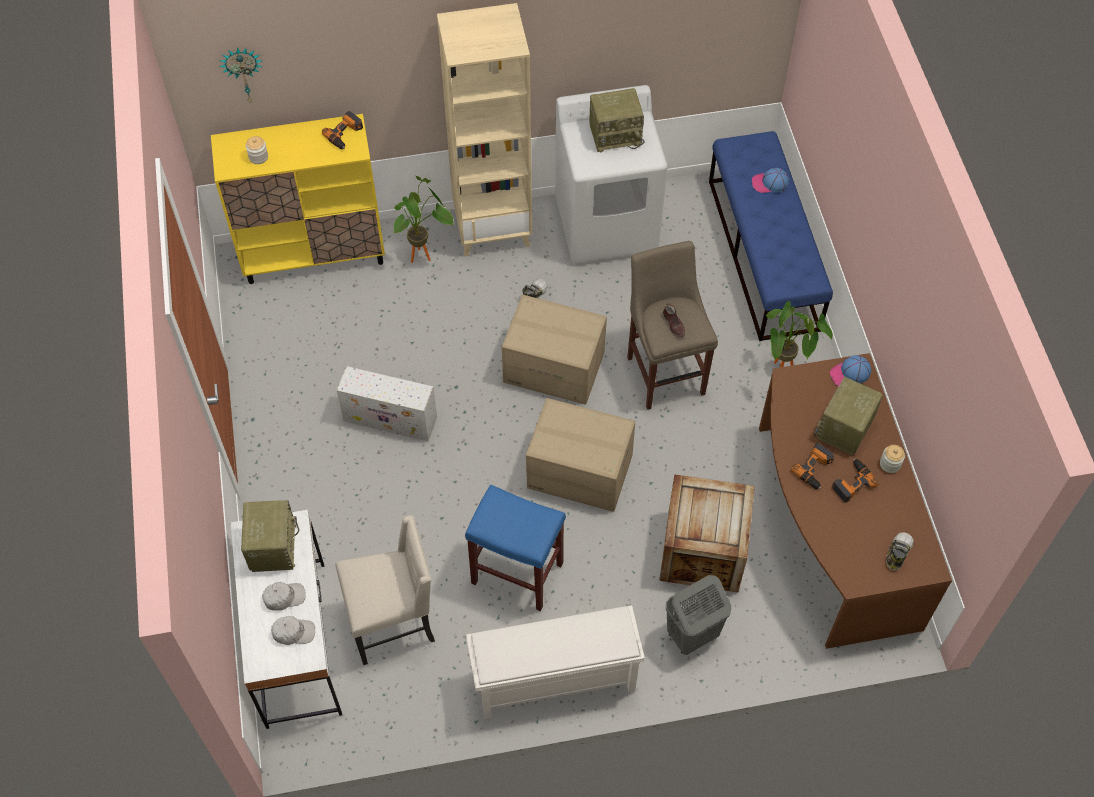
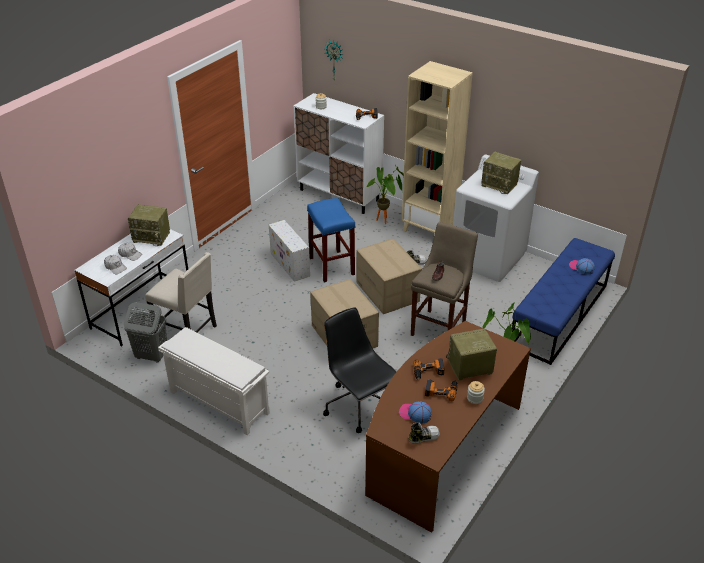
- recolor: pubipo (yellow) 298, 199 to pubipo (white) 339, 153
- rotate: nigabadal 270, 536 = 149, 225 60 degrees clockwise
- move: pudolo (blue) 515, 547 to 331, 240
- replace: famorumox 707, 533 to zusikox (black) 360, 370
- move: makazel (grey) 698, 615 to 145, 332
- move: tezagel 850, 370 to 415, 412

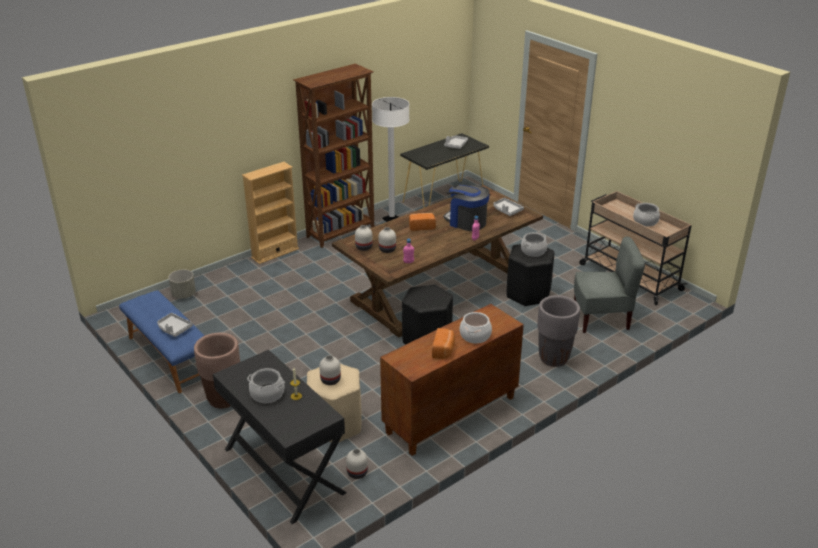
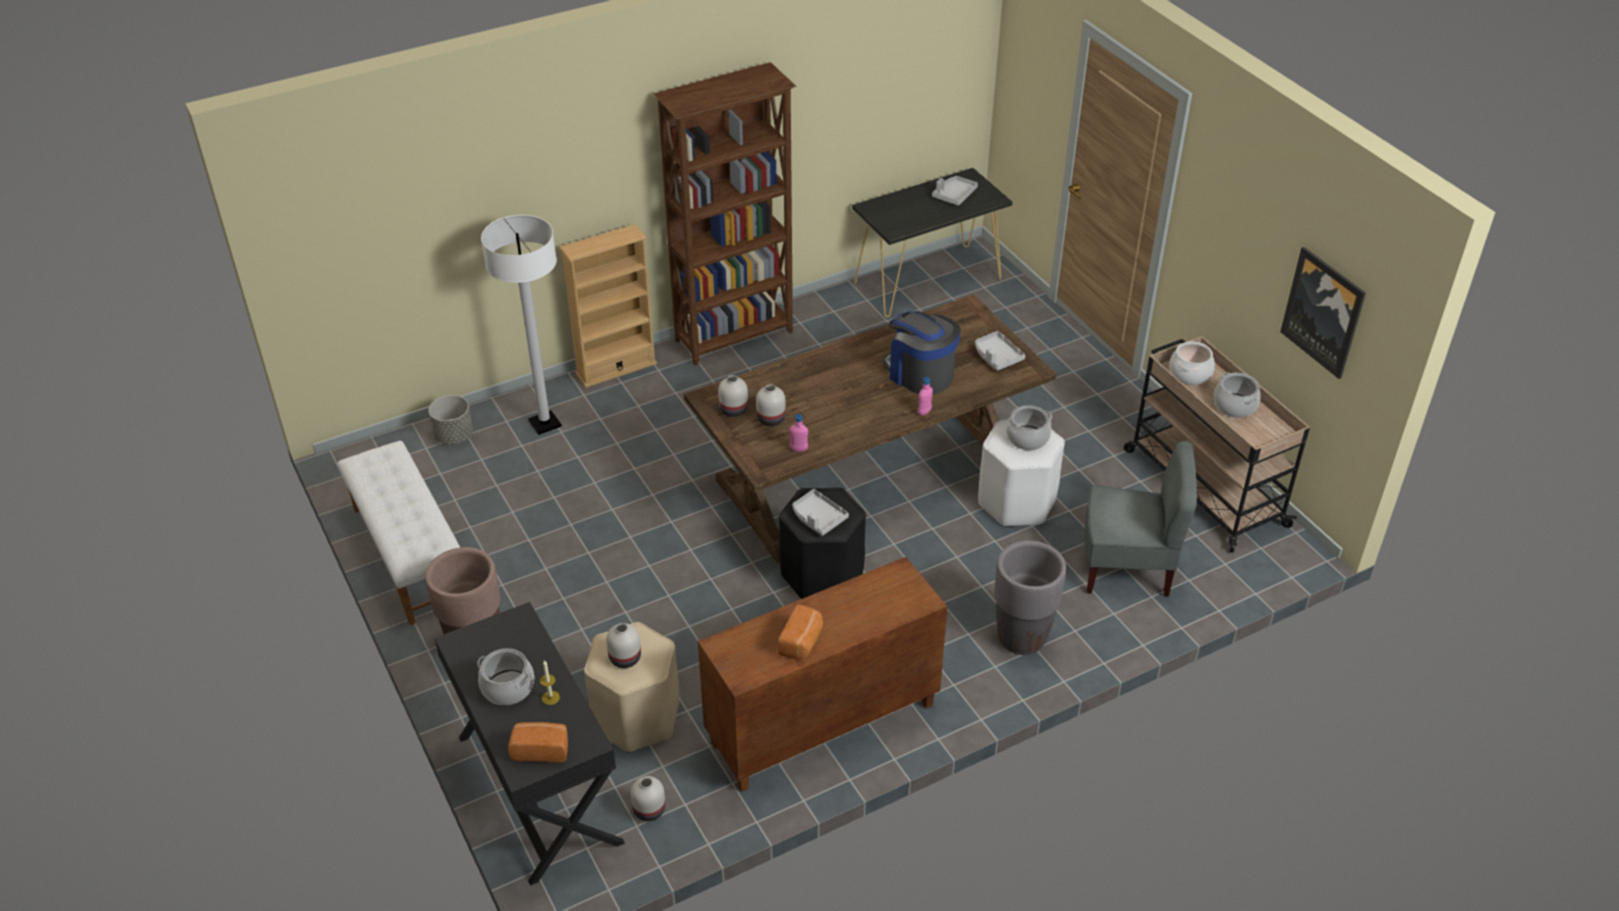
- recolor: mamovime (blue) 162, 341 to mamovime (white) 399, 533
- move: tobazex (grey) 175, 325 to 820, 512
- move: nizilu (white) 390, 159 to 521, 325
- move: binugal 422, 222 to 538, 742
- move: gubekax 476, 328 to 1192, 363
- recolor: pudolo (black) 530, 275 to pudolo (white) 1021, 473
- insert: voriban 1323, 313

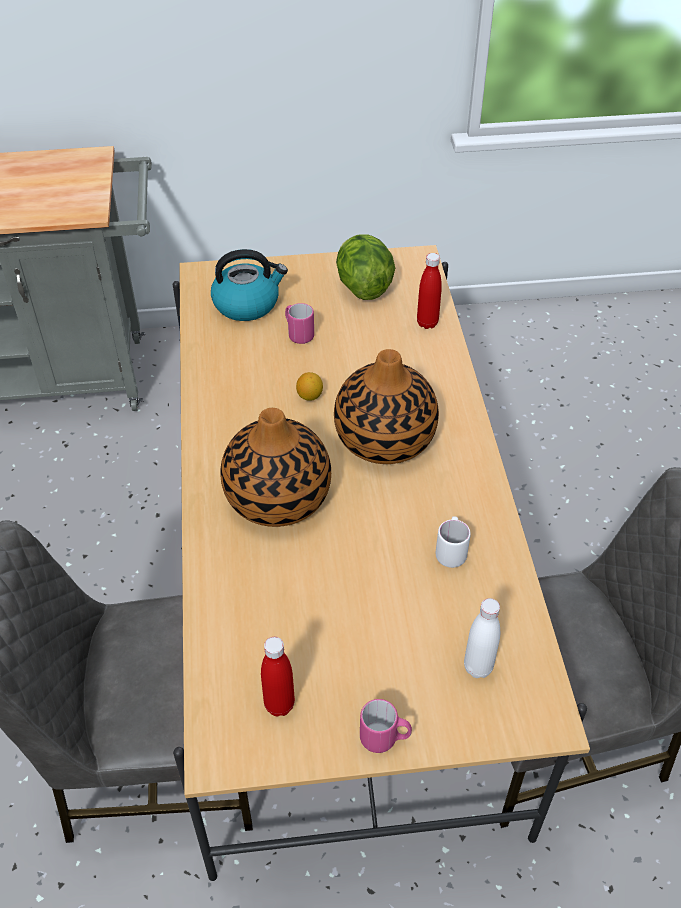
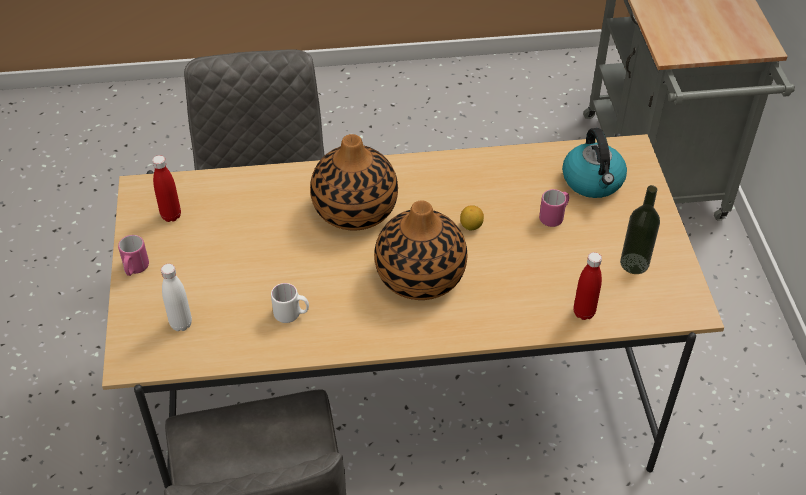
- replace: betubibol 365, 267 to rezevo 640, 229

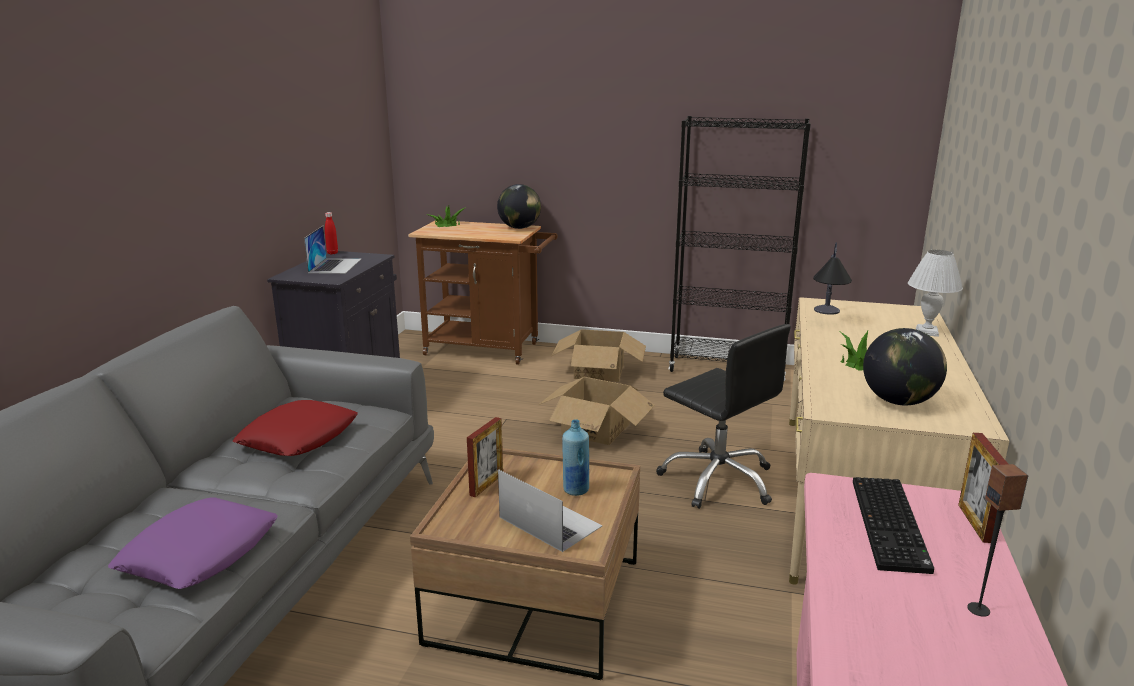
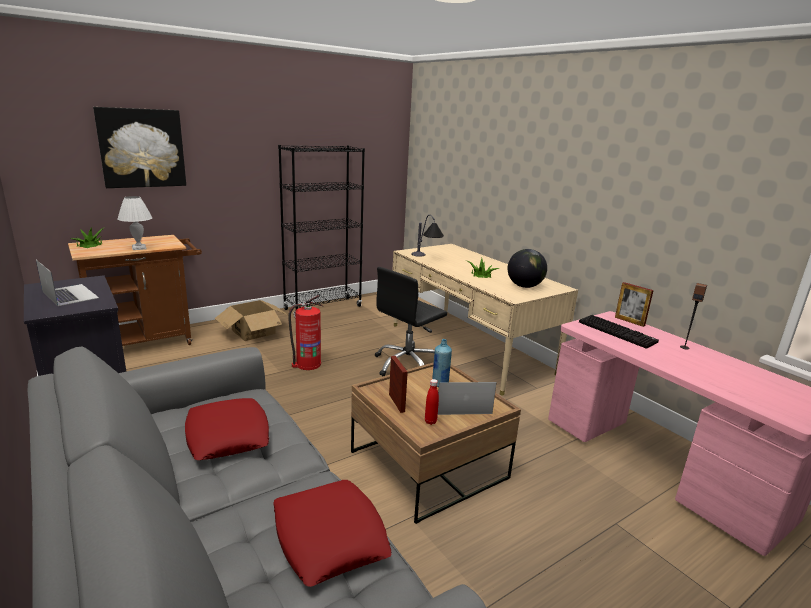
- recolor: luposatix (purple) 193, 543 to luposatix (red) 332, 533
- move: rezevo (red) 331, 233 to 432, 402
- delete: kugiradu 519, 206
- replace: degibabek 596, 411 to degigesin 305, 332
- rotate: zusikox (black) 723, 416 = 411, 321 135 degrees clockwise
- move: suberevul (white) 935, 293 to 135, 223
- insert: voriban 139, 147

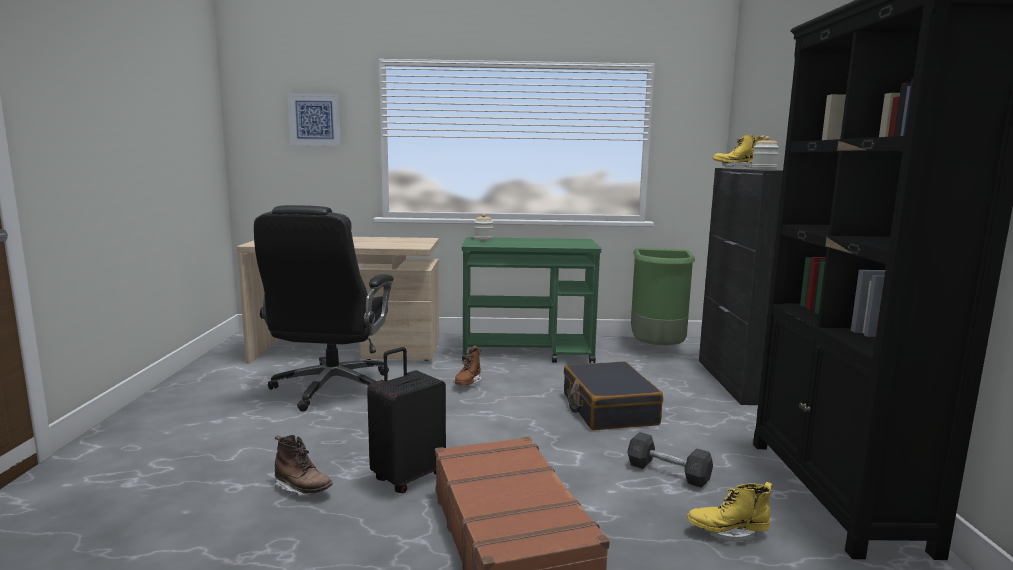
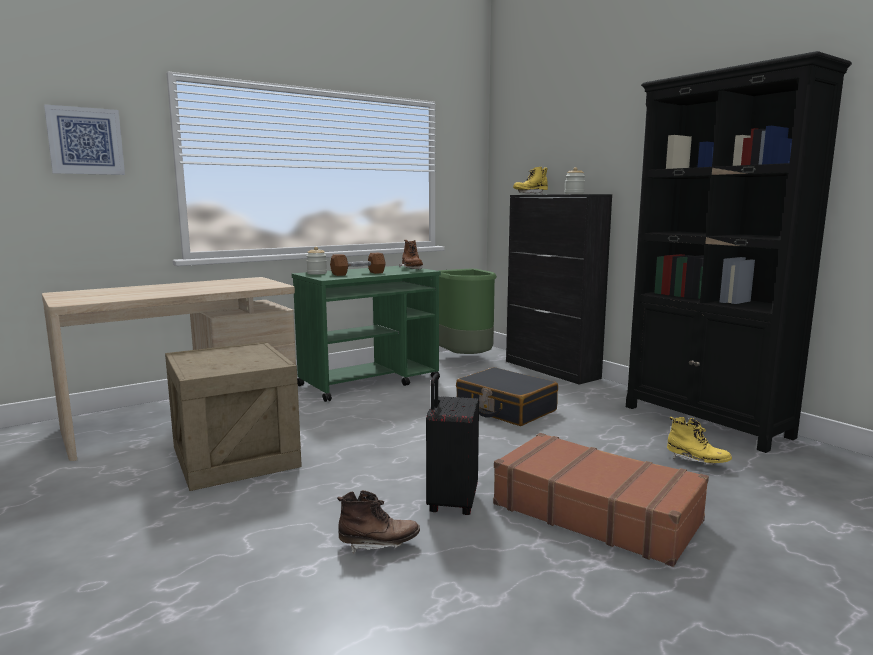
- replace: zusikox (black) 324, 308 to famorumox 233, 416
- move: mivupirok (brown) 467, 366 to 411, 254
- delete: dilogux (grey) 670, 460
- rotate: mivupirok (yellow) 730, 512 = 699, 441 105 degrees counterclockwise
- insert: dilogux (brown) 358, 264

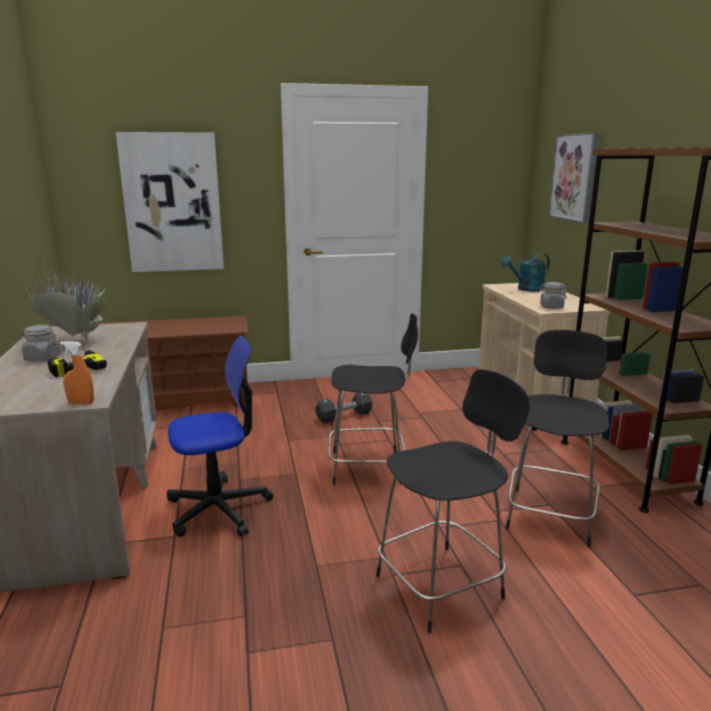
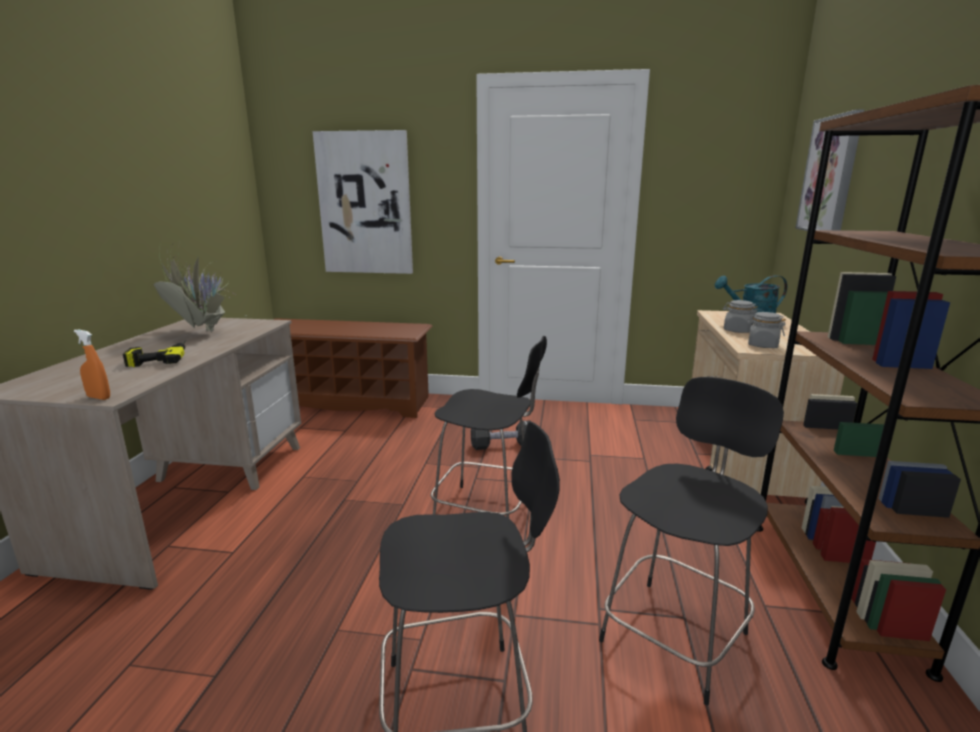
- move: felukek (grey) 41, 343 to 740, 316
- delete: zusikox 220, 436

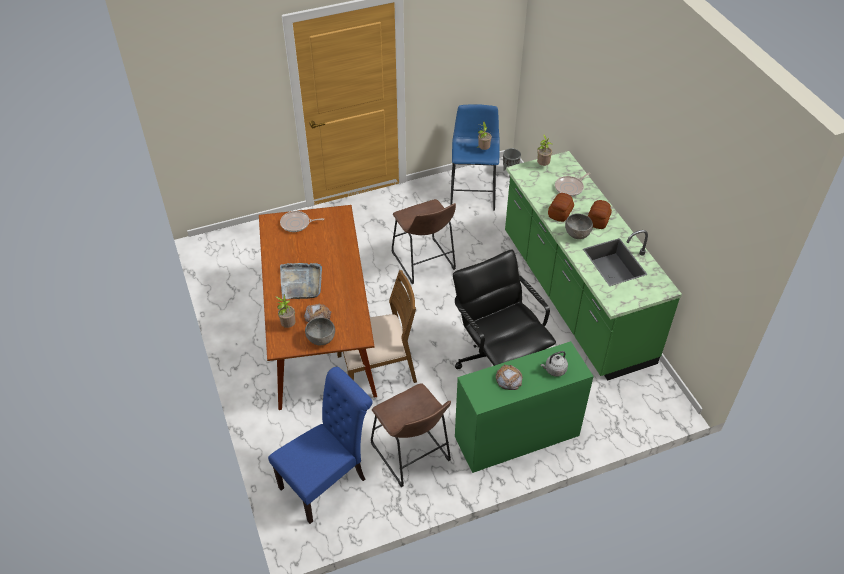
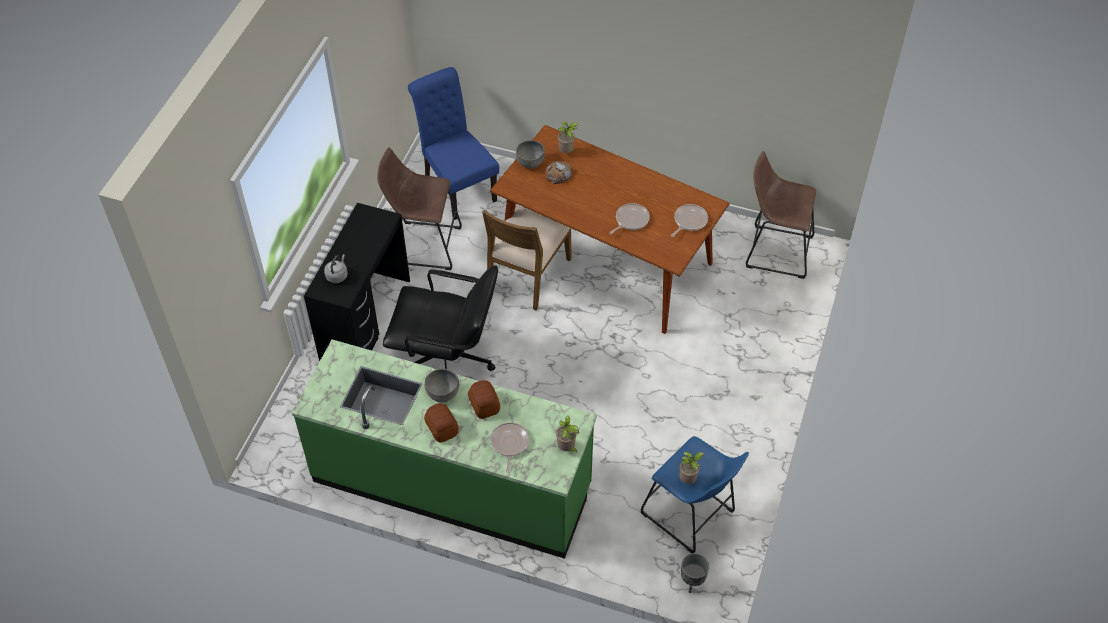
- rotate: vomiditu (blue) 320, 445 = 453, 143 150 degrees clockwise
- delete: tobazex (grey) 301, 281
- move: pudolo (brown) 424, 241 to 781, 215
- recolor: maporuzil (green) 524, 407 to maporuzil (black) 357, 282
- delete: binugal 509, 377
- insert: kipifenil 629, 218

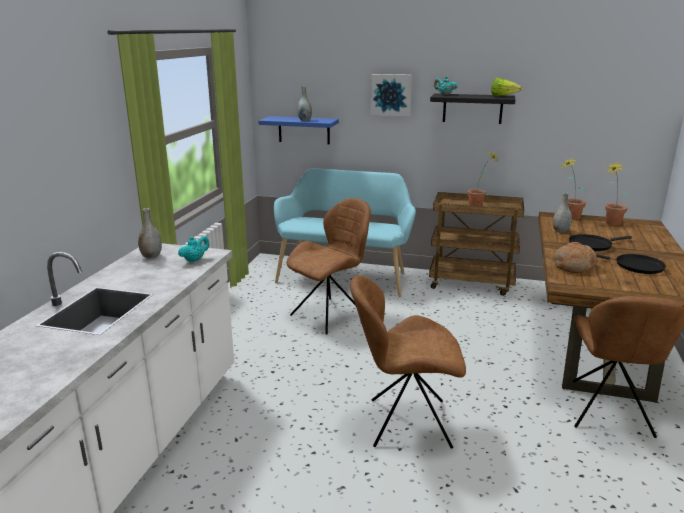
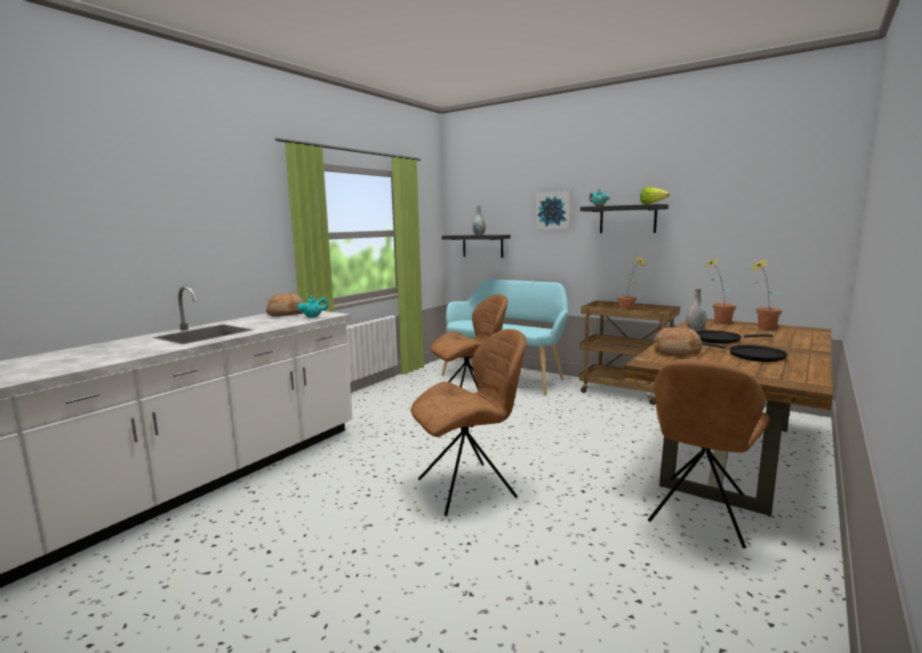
- replace: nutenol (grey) 150, 233 to binugal 285, 304
- recolor: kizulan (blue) 298, 130 to kizulan (black) 476, 246
- rotate: vomiditu (brown) 408, 362 = 469, 422 135 degrees clockwise

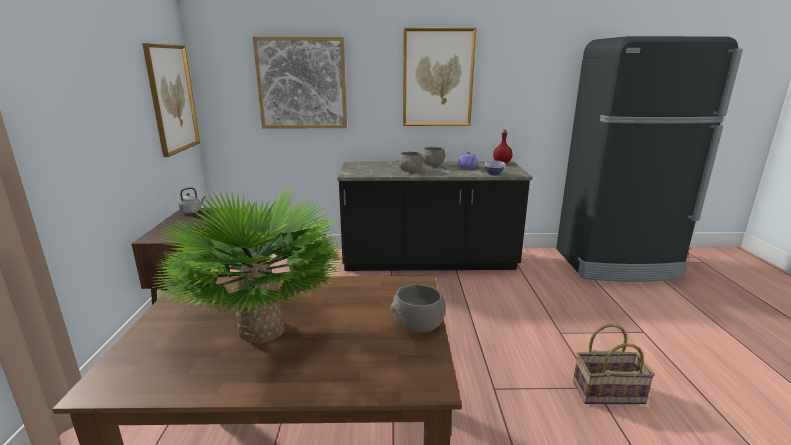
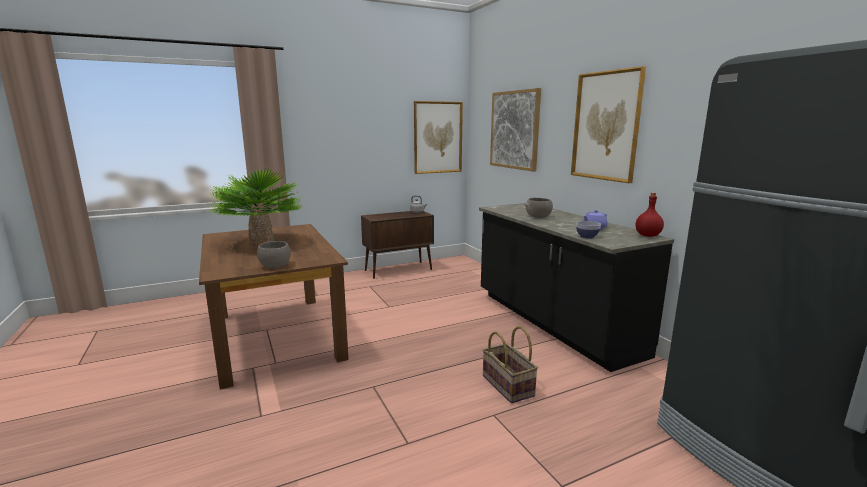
- delete: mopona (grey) 433, 156
- move: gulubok 614, 364 to 510, 364

